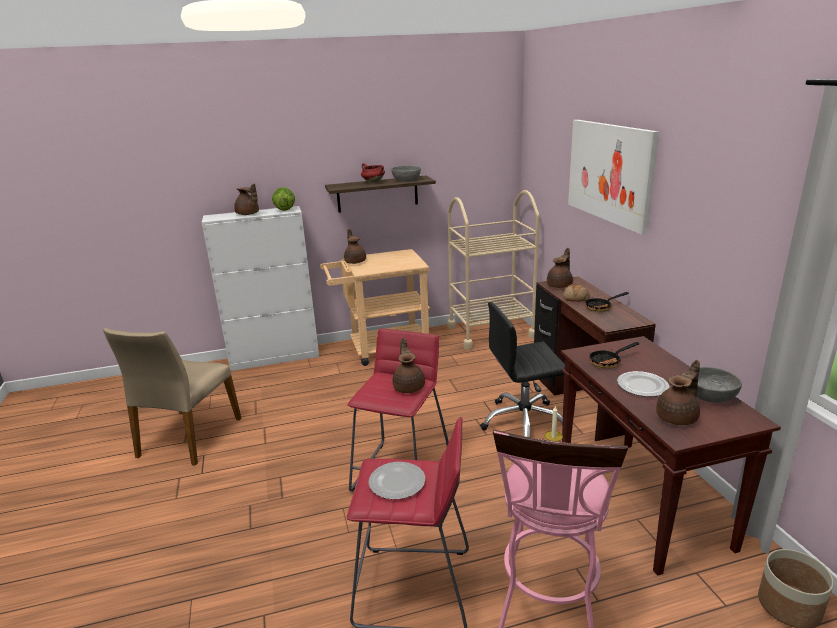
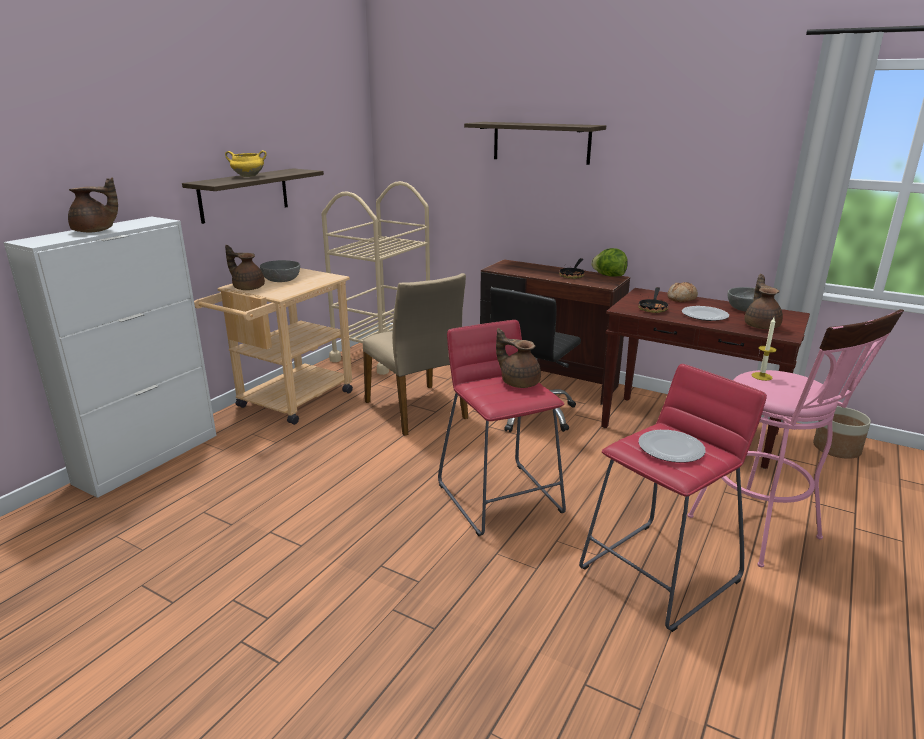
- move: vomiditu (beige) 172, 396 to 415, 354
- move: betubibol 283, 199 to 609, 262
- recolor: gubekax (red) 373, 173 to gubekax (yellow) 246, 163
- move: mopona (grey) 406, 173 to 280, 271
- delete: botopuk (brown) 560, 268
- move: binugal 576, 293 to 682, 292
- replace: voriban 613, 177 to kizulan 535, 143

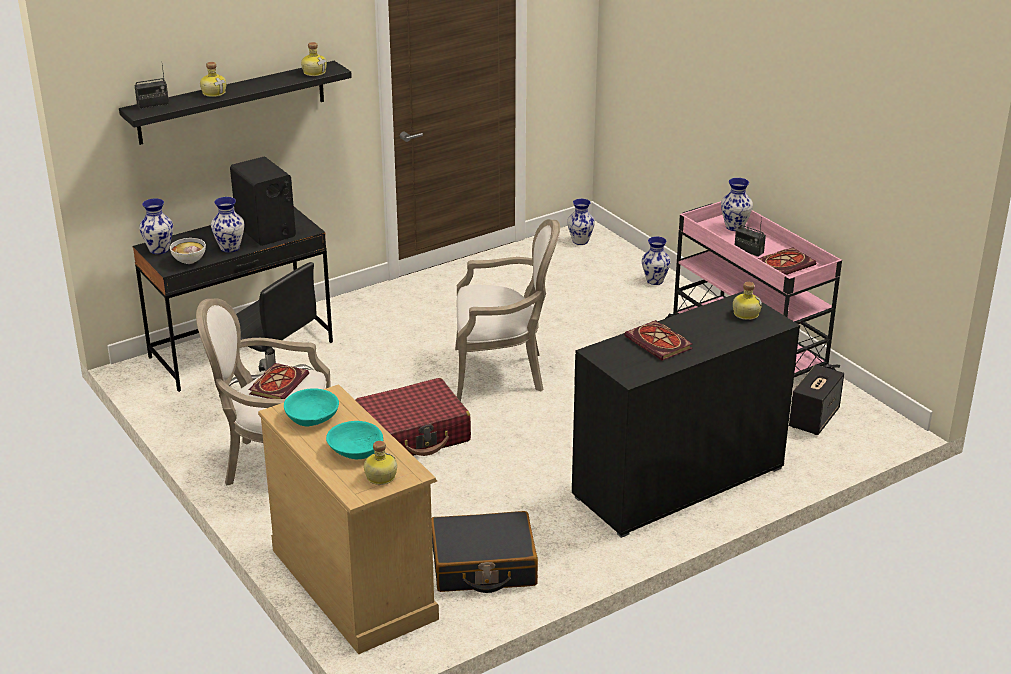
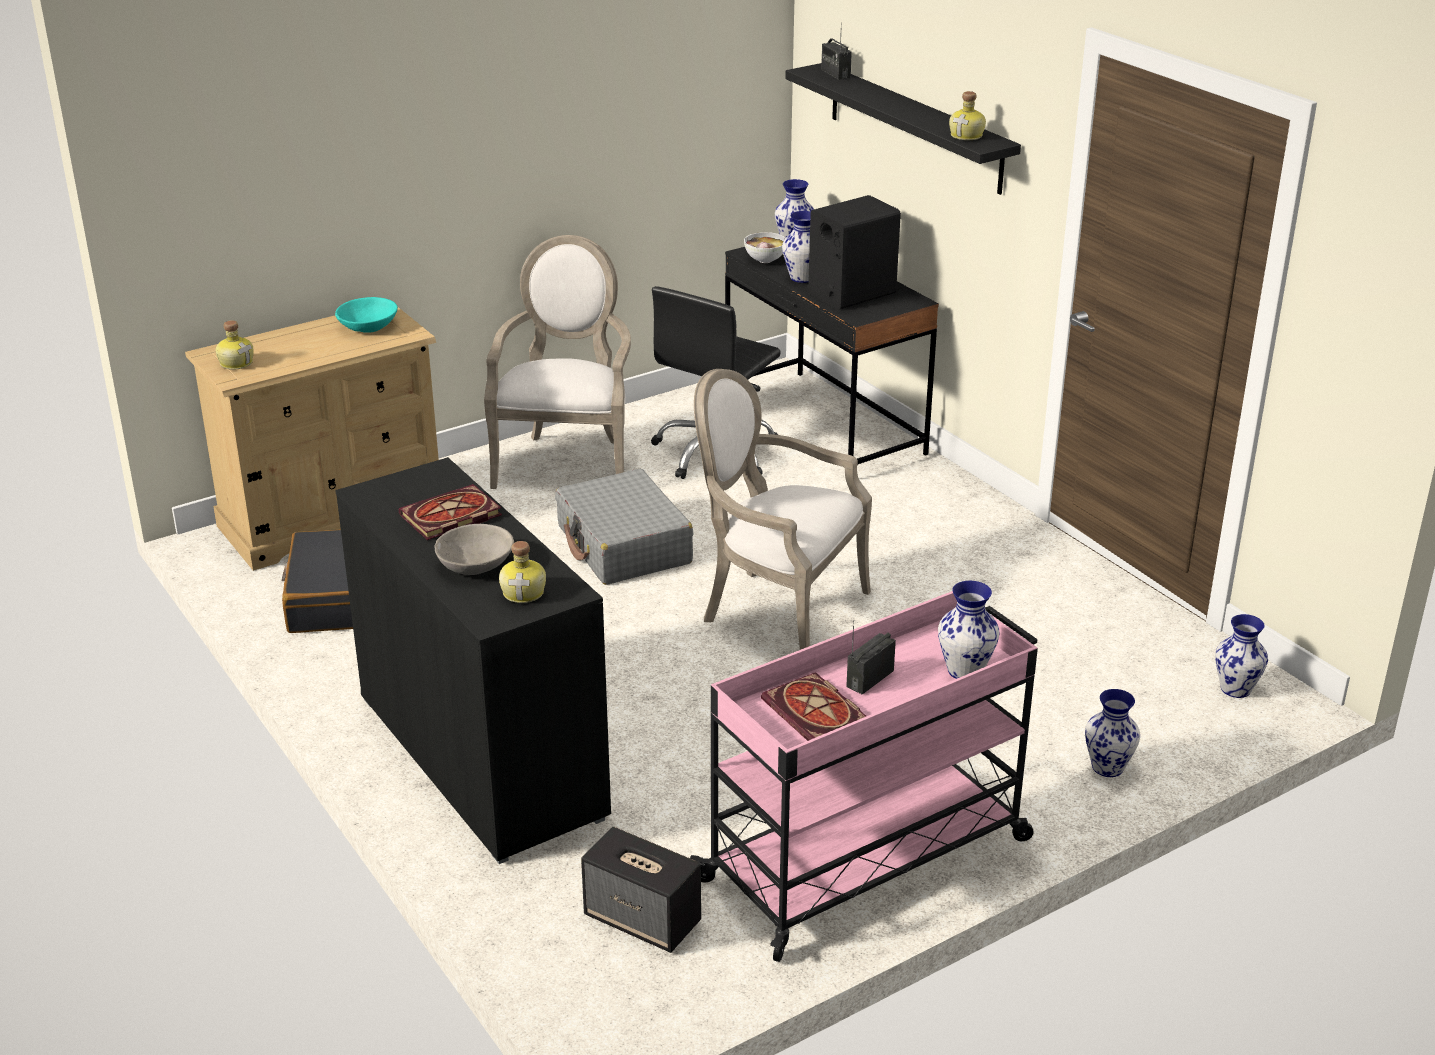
- delete: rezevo 213, 79
- delete: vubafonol 279, 381
- delete: mopona (turquoise) 354, 440
- recolor: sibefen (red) 413, 417 to sibefen (grey) 624, 527
- rotate: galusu 507, 310 = 783, 509 120 degrees clockwise
- insert: mopona (grey) 474, 549

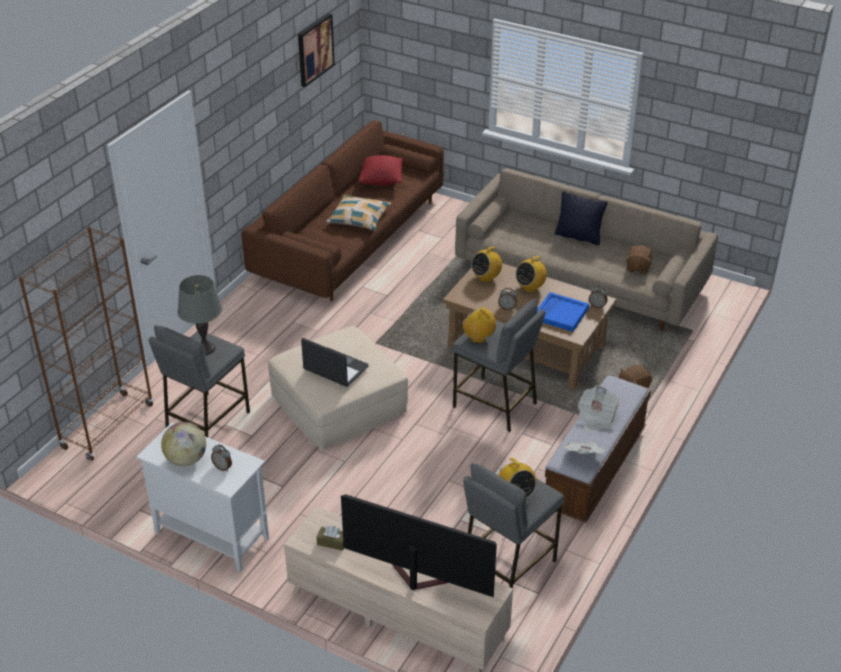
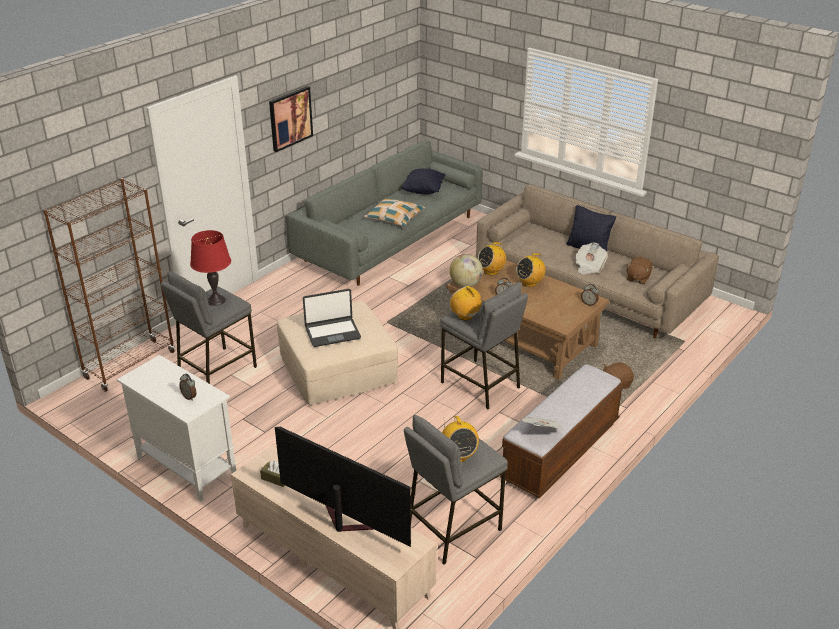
- move: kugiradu 183, 444 to 466, 270
- recolor: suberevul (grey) 199, 315 to suberevul (red) 210, 268
- recolor: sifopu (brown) 343, 211 to sifopu (grey) 384, 213
- move: voriban 316, 50 to 291, 119
- rotate: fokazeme 335, 362 = 332, 318 120 degrees clockwise
- recolor: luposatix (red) 381, 170 to luposatix (black) 423, 181
- delete: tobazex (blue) 563, 312
- move: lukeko 598, 408 to 591, 258

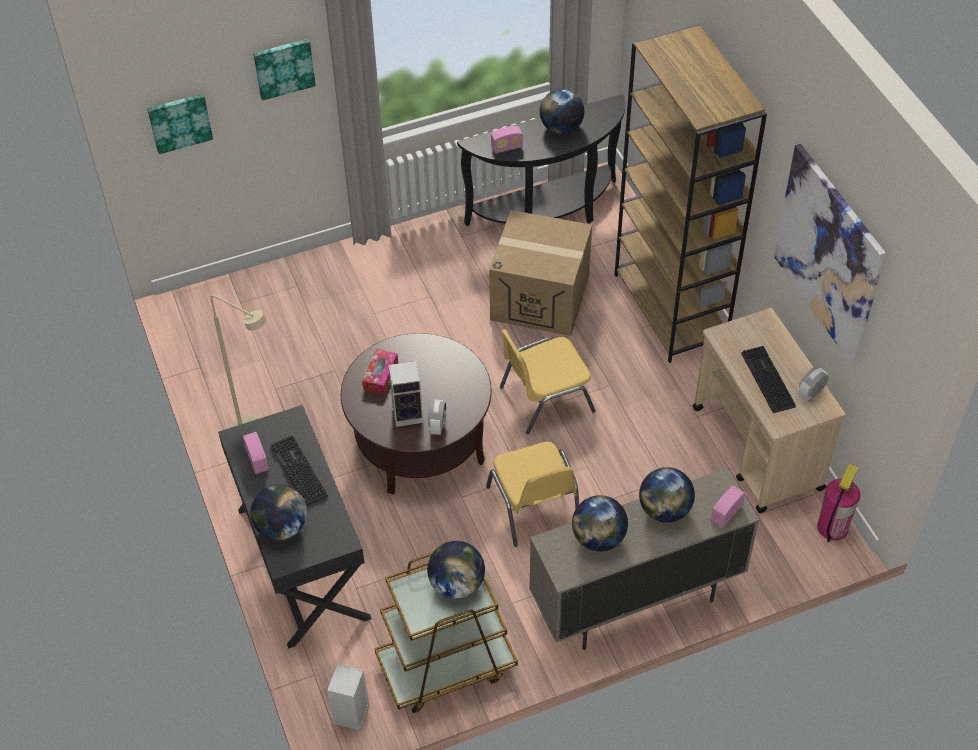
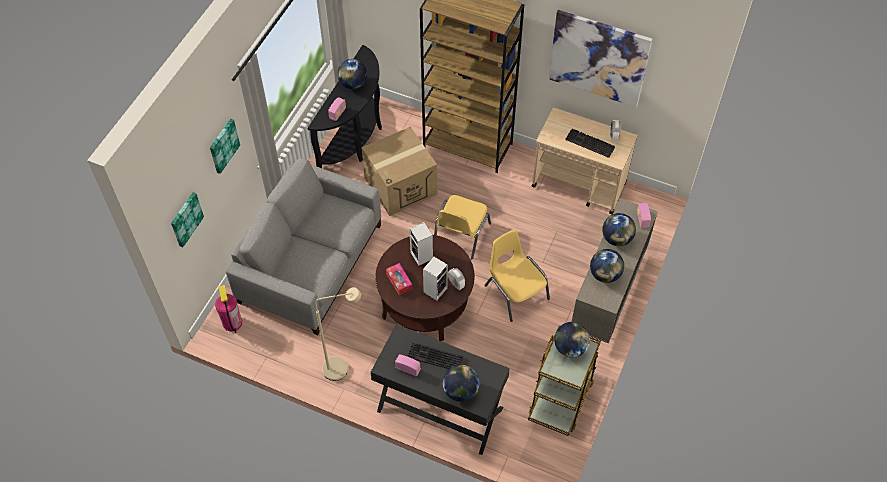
- move: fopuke 348, 697 to 421, 244
- rotate: vomiditu (yellow) 532, 494 = 517, 276 150 degrees counterclockwise
- move: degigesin 839, 502 to 228, 309
- insert: sifopu (grey) 303, 246

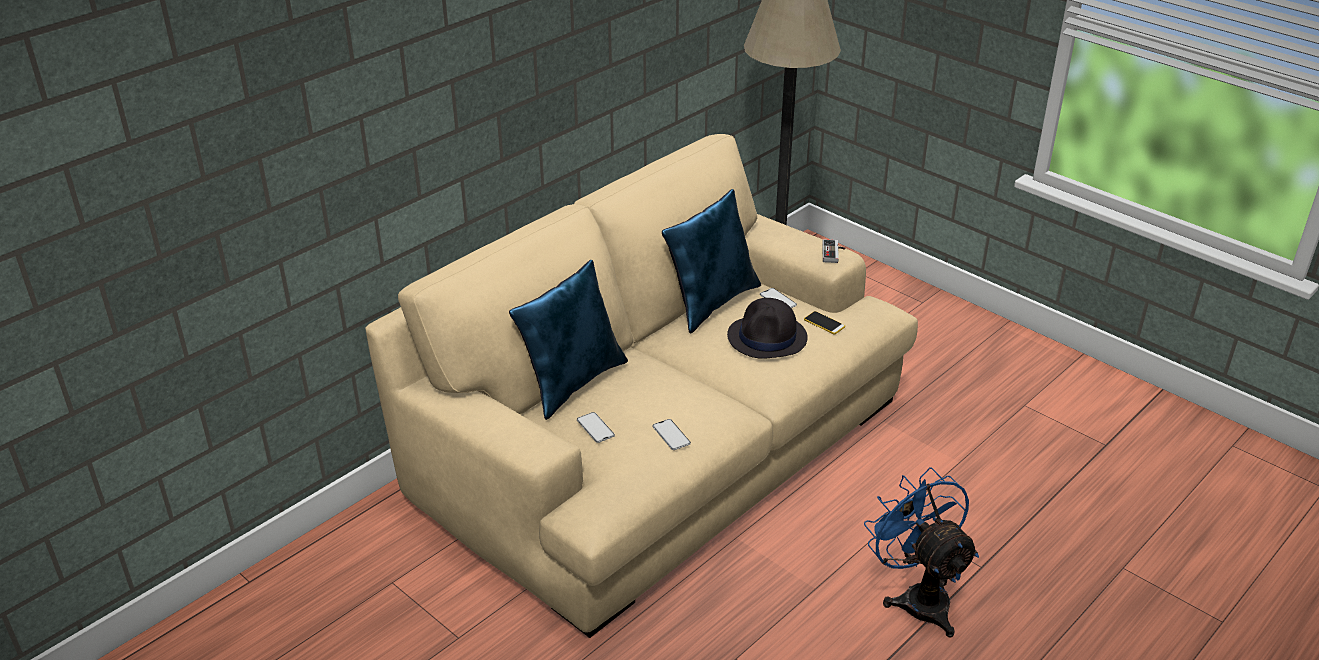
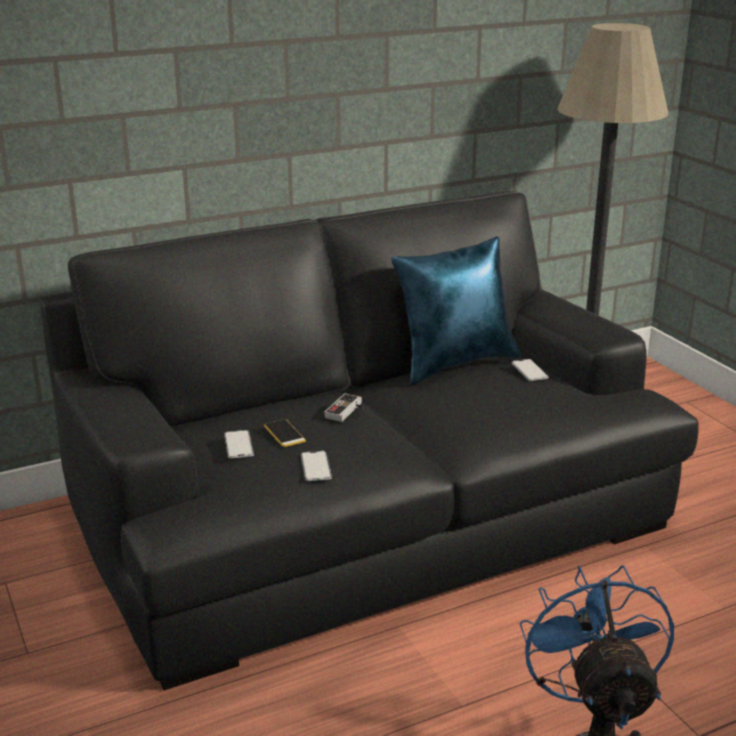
- recolor: sifopu (beige) 641, 386 to sifopu (black) 369, 440
- delete: luposatix (blue) 568, 340
- delete: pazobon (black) 767, 328
- move: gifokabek 824, 322 to 285, 433
- move: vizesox 833, 251 to 344, 407

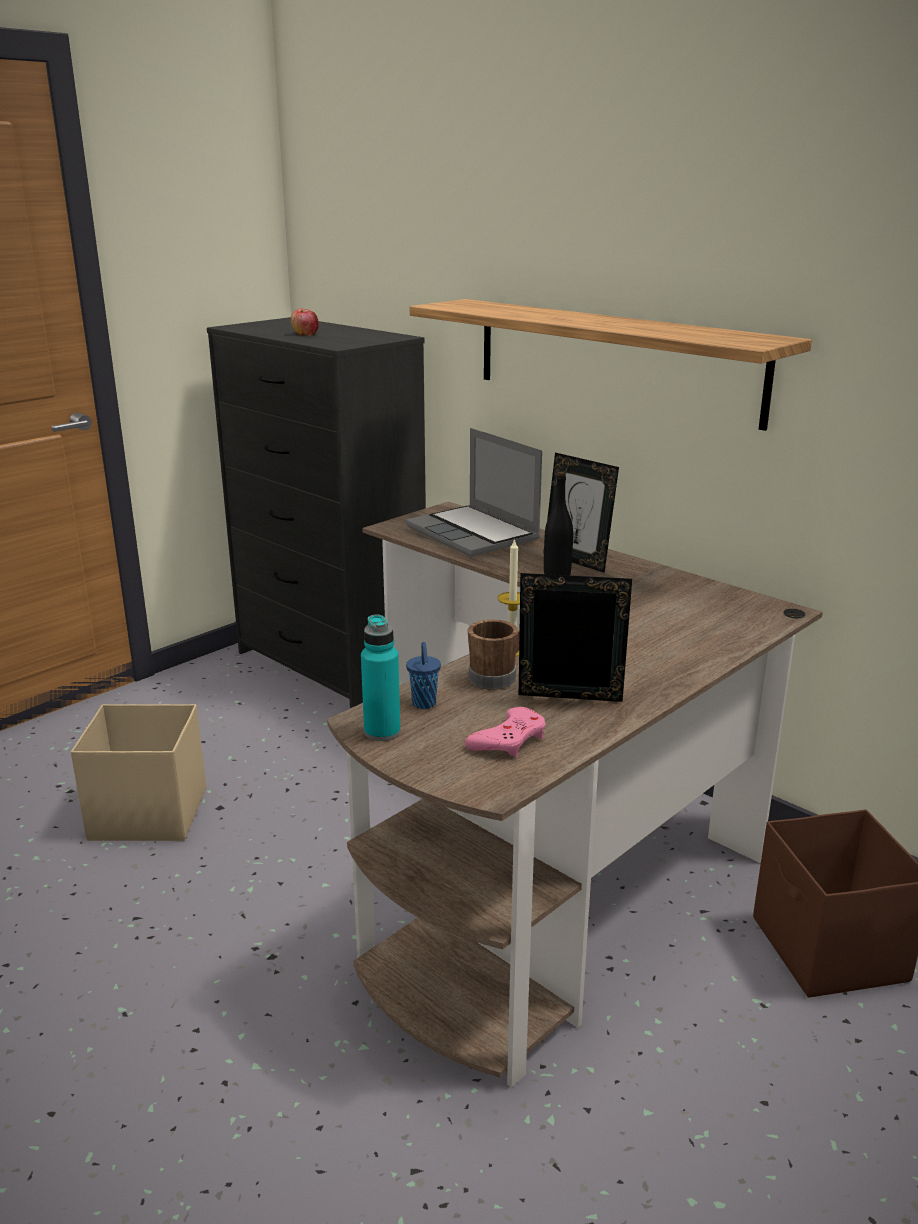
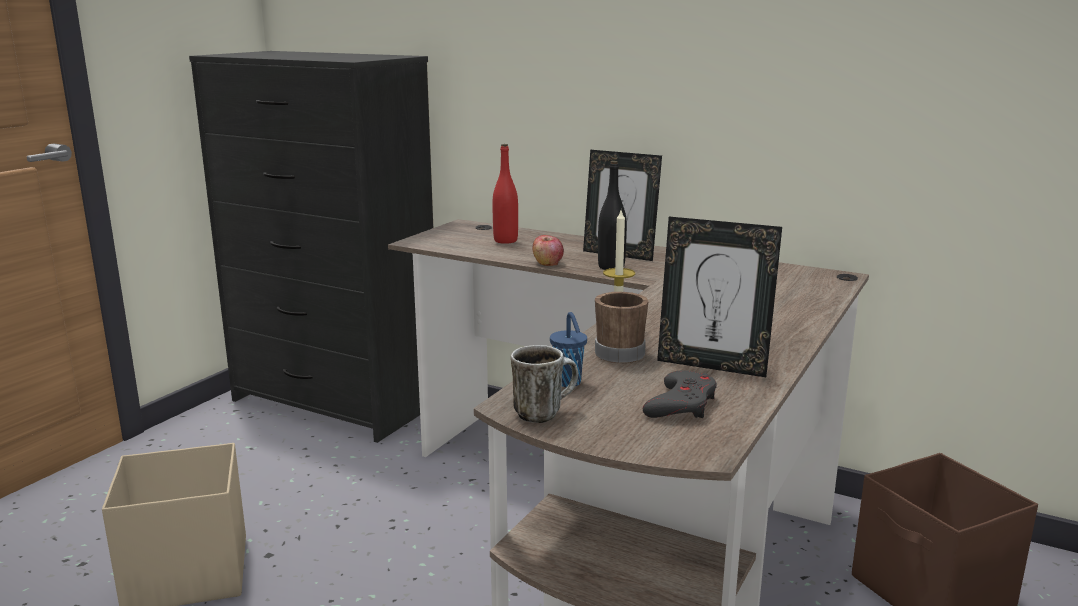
- move: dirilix 305, 322 to 548, 250
- replace: rezevo (turquoise) 381, 678 to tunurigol 544, 384
- replace: fokazeme 473, 492 to rezevo (red) 505, 194
- delete: kizulan 611, 365
- recolor: vizesox (pink) 505, 732 to vizesox (grey) 680, 394
- rotate: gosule 575, 637 = 719, 297 150 degrees counterclockwise

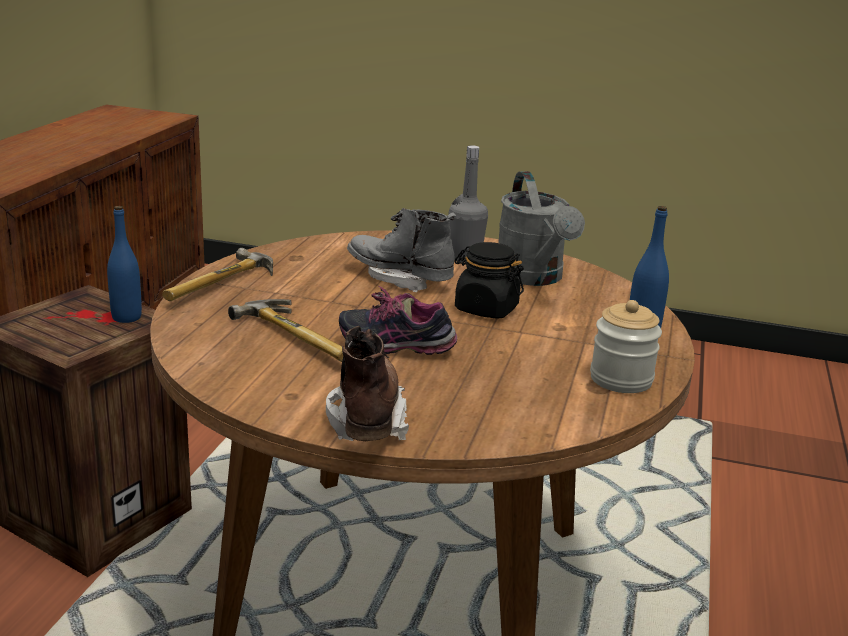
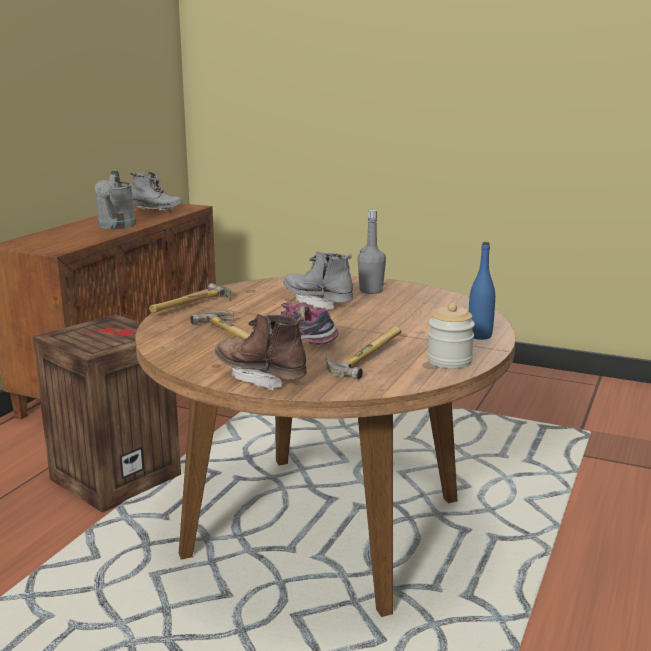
- delete: rezevo (blue) 124, 264
- rotate: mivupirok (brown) 367, 383 = 260, 352 60 degrees counterclockwise
- delete: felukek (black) 489, 280
- move: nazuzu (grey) 541, 228 to 115, 200
- insert: mivupirok (grey) 156, 192
- insert: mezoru 363, 353

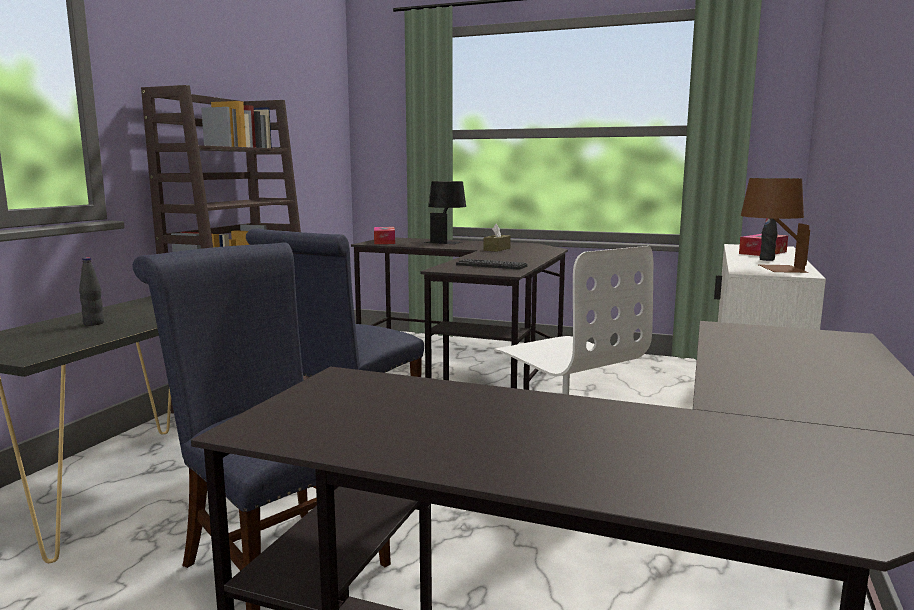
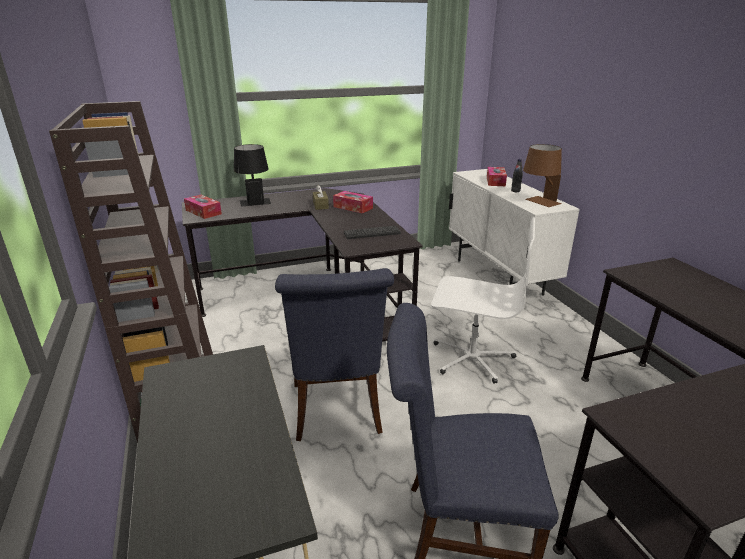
- delete: rezevo (black) 91, 291
- insert: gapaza 353, 202

